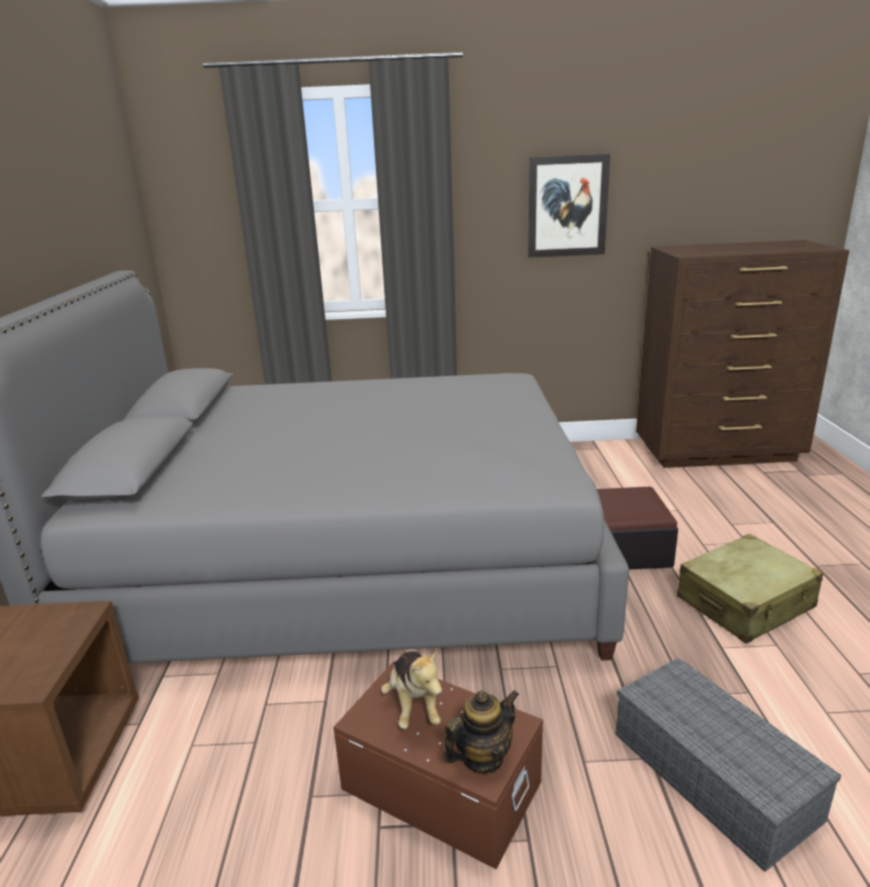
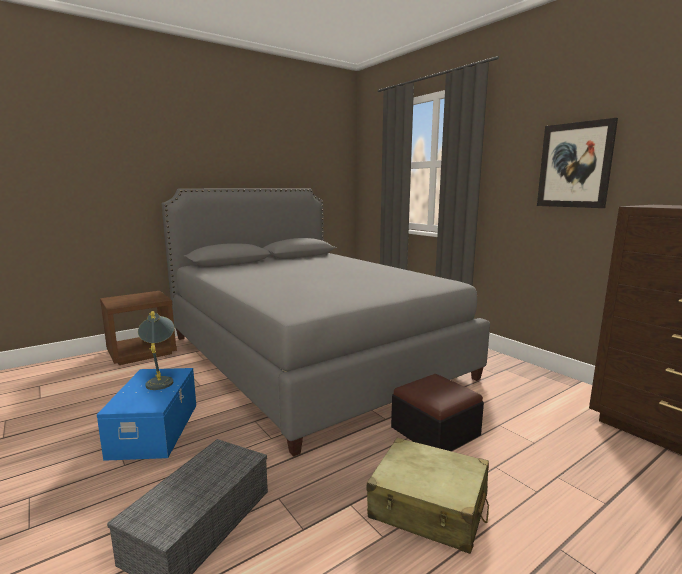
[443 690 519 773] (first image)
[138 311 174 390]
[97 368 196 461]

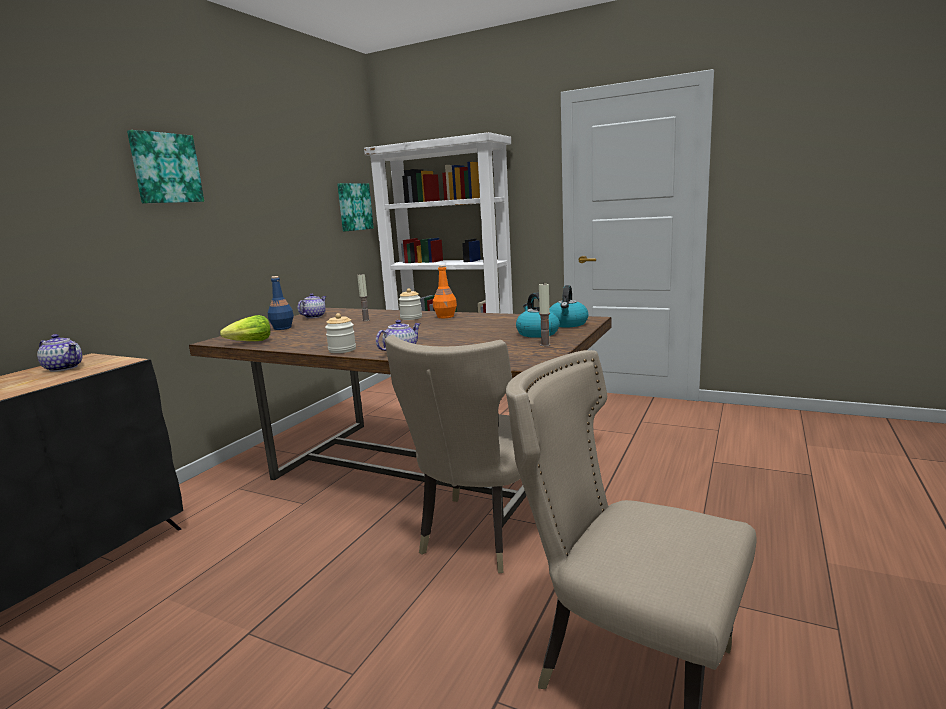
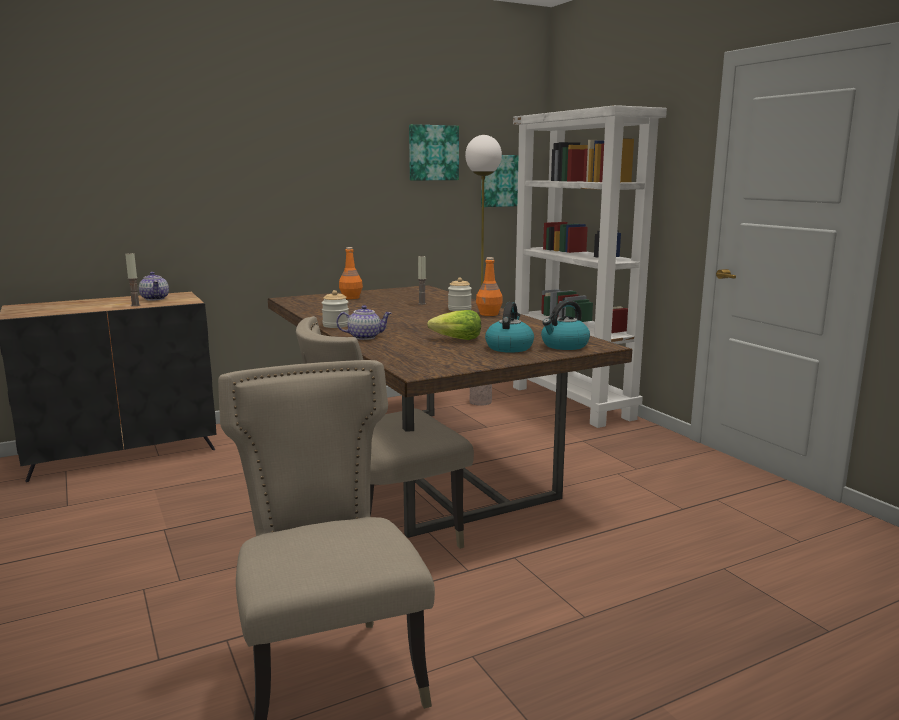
[298 293 326 318] (first image)
[465 135 502 406]
[409 124 459 181]
[427 310 481 340]
[125 253 140 306]
[339 247 363 299]

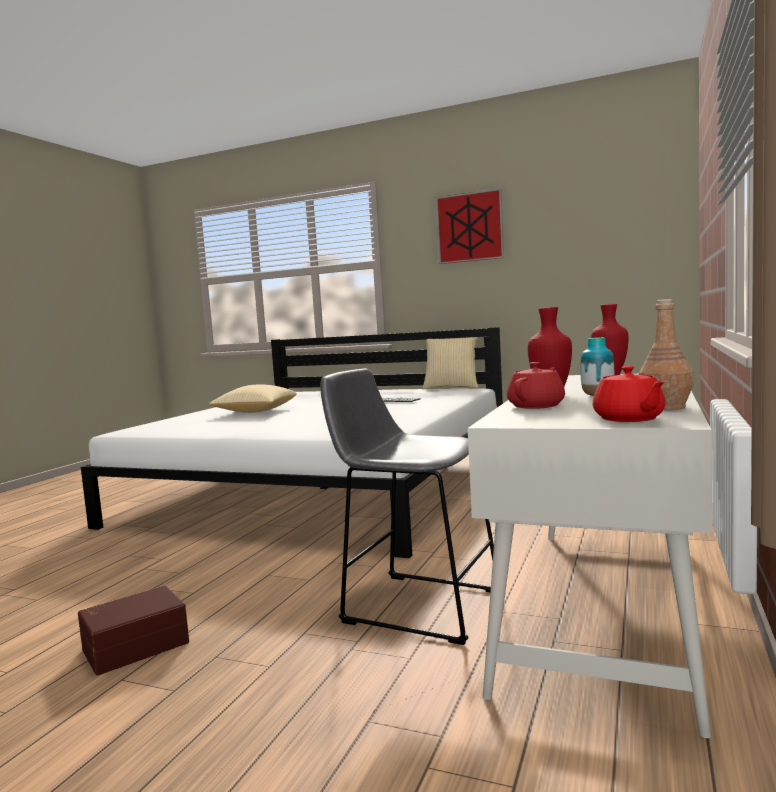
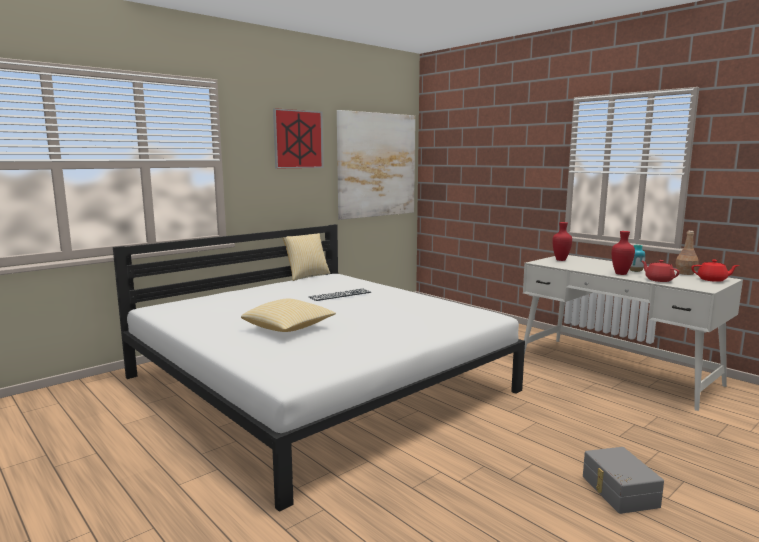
[320 368 494 645] (first image)
[337 110 415 220]
[583 447 664 514]

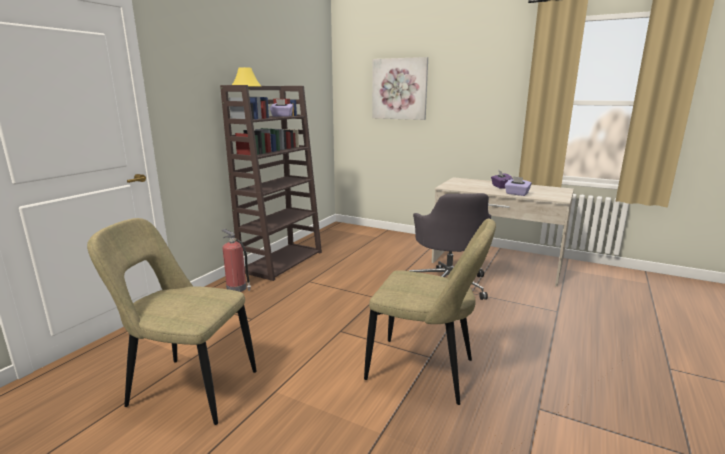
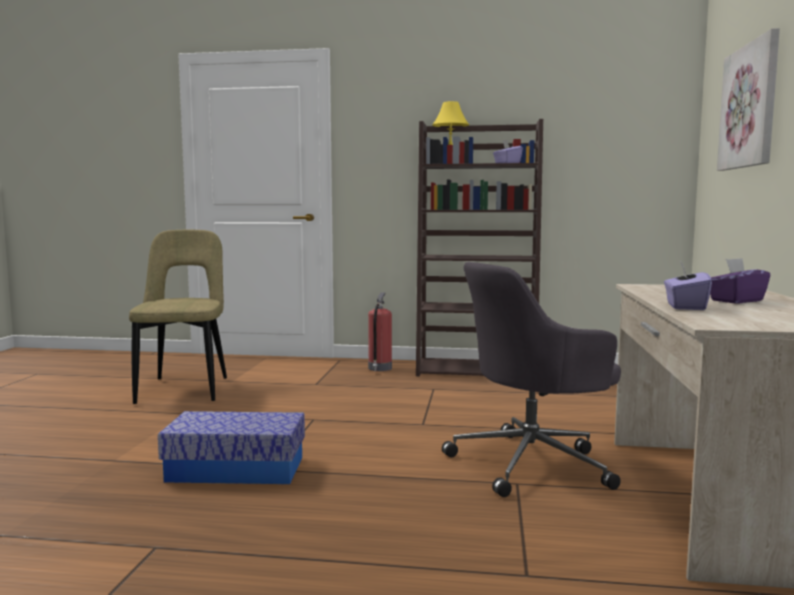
[158 411 305 484]

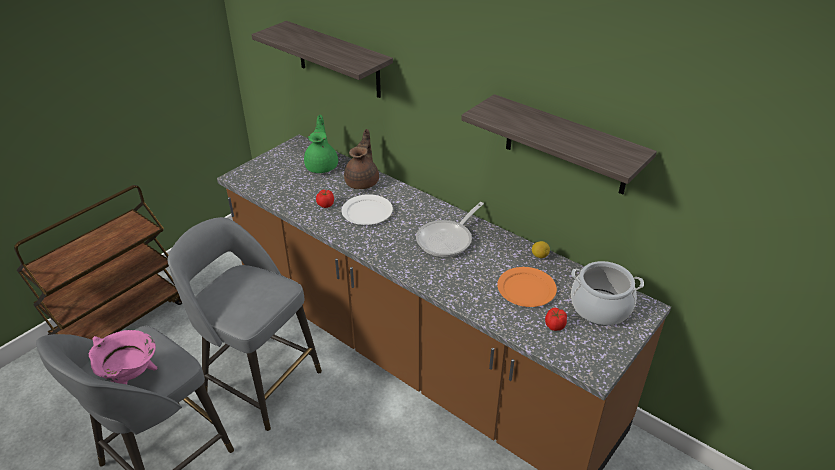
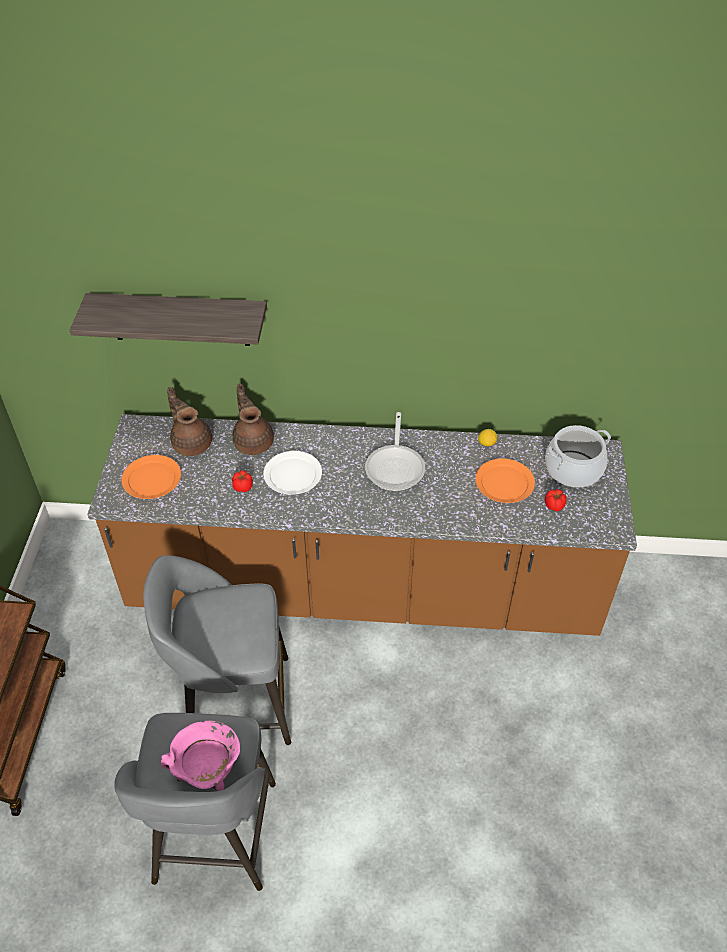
[461 94 657 194] (first image)
[122 455 181 499]
[167 387 212 456]

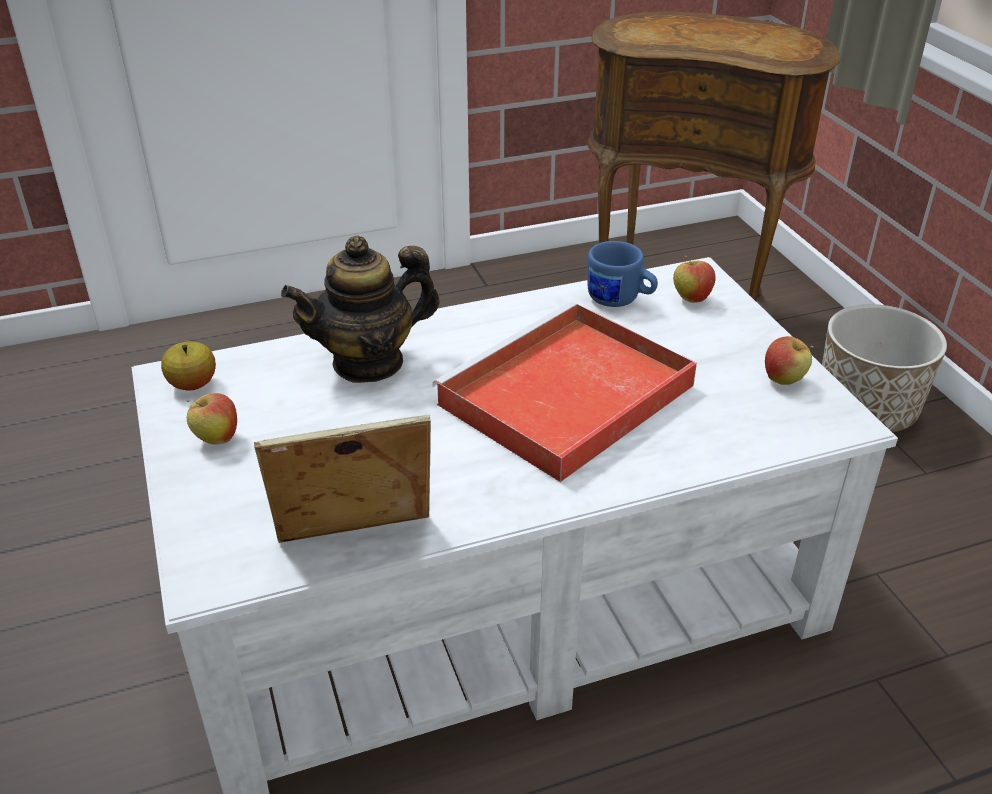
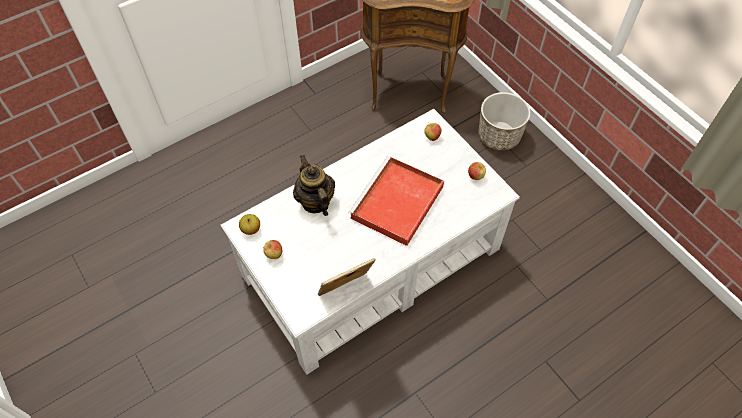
[587 241 658 307] (first image)
[293 155 335 216]

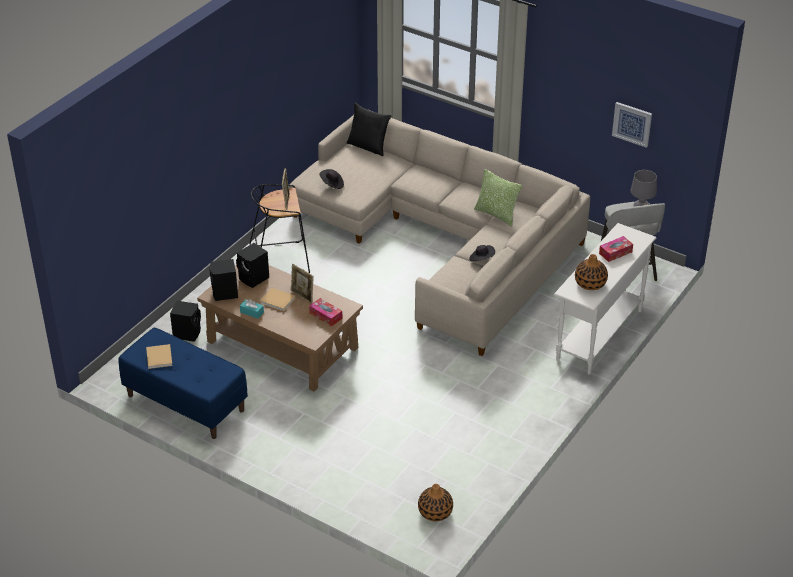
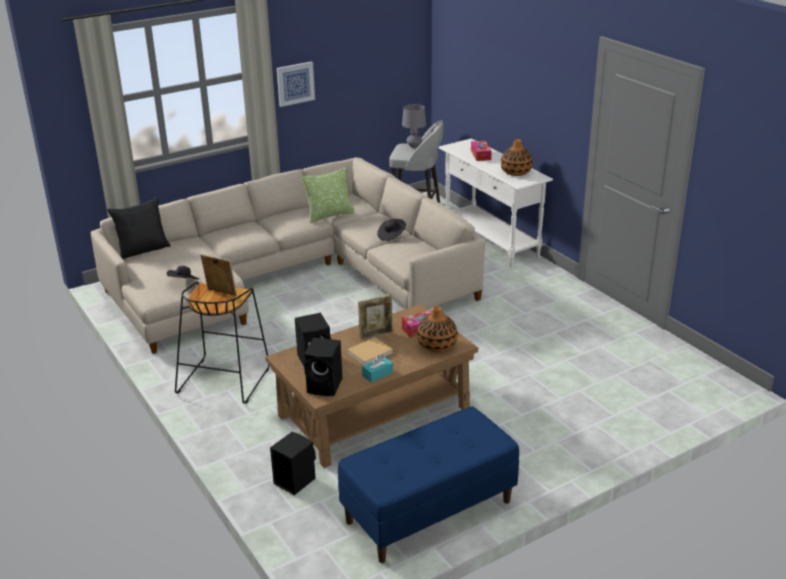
[146 344 173 369] (first image)
[417 306 458 352]
[277 61 315 107]

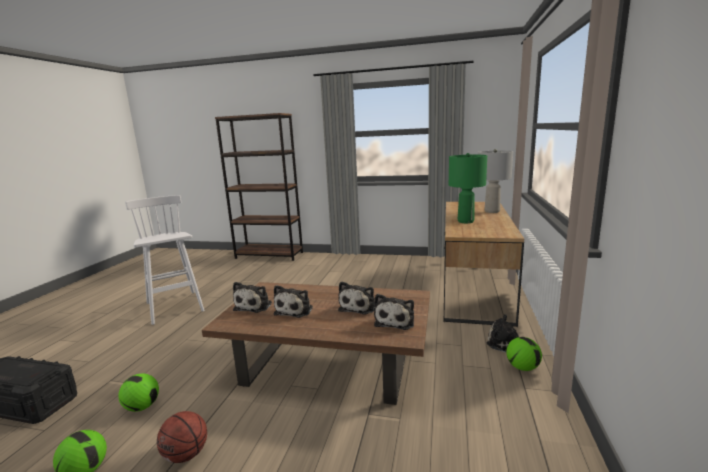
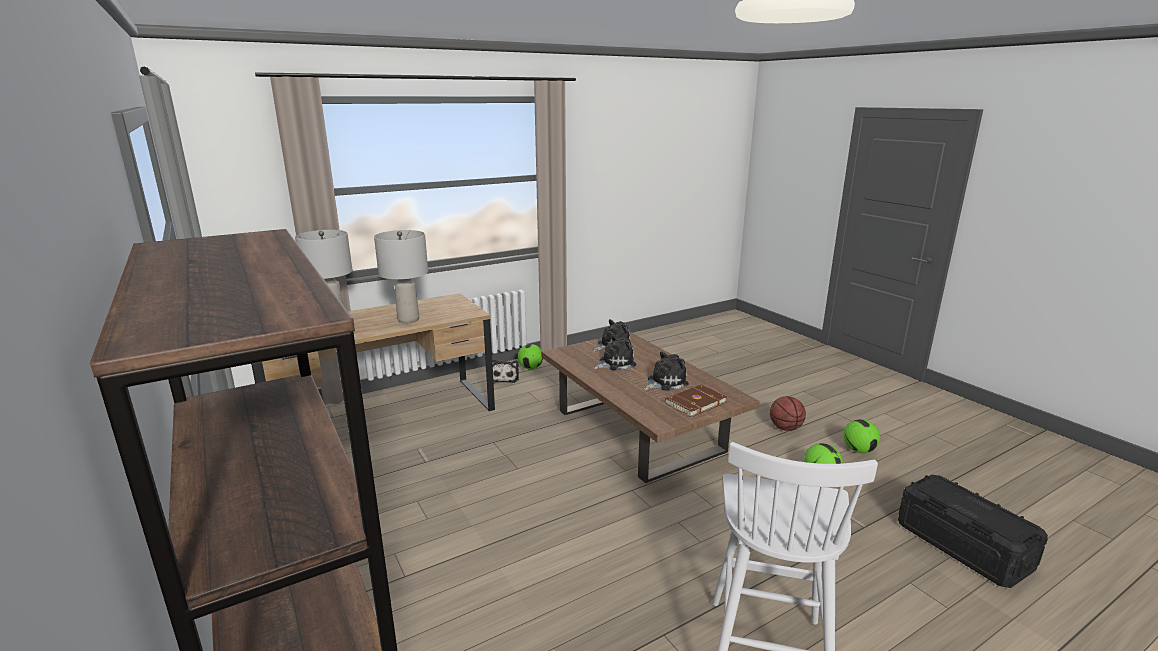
[665 384 727 417]
[374 230 428 323]

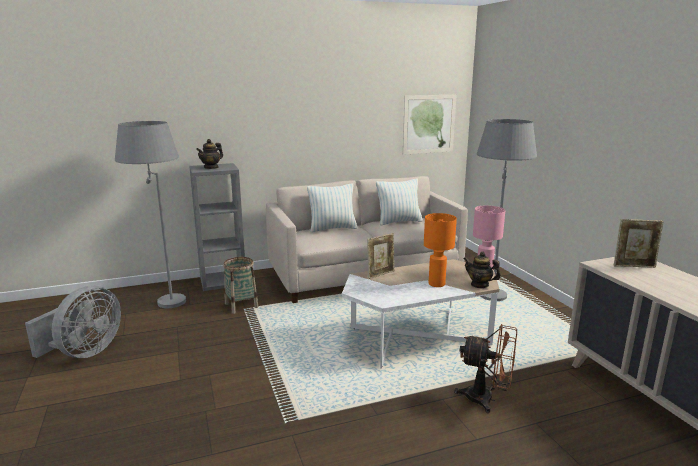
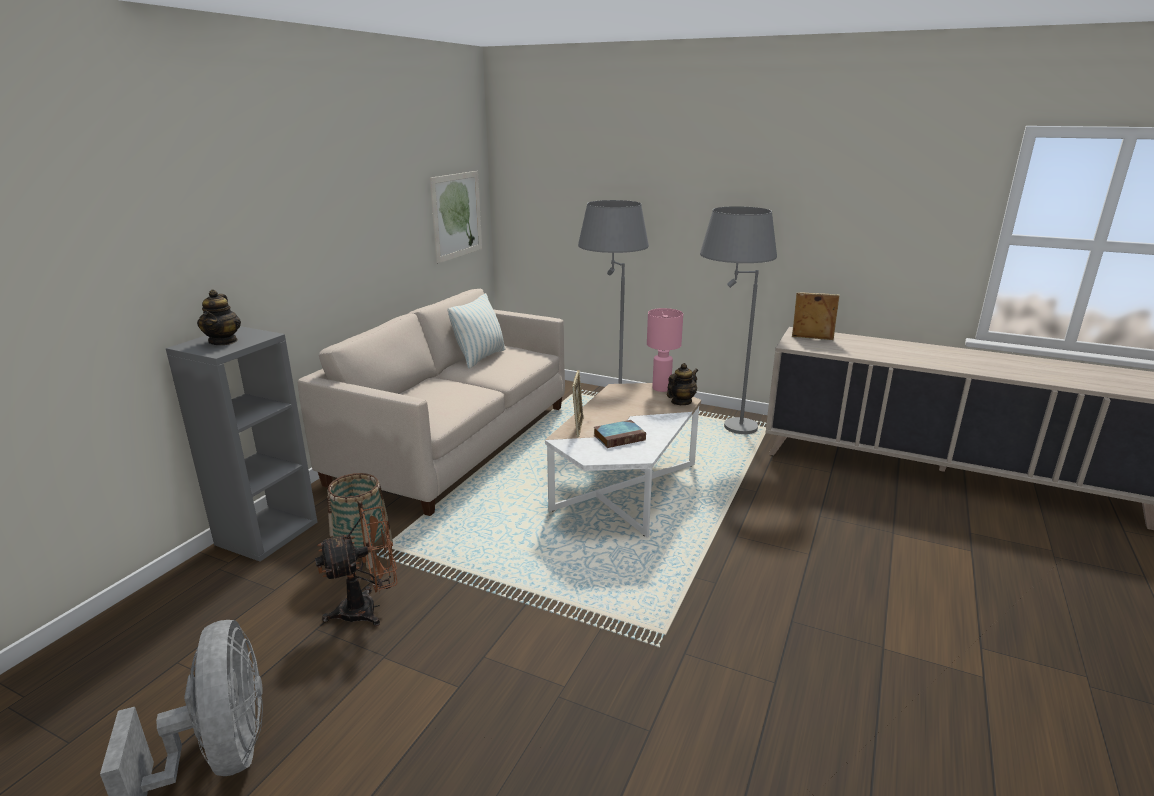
[307 183 357 232] (first image)
[424 213 457 287] (first image)
[594 420 646 448]
[700 206 777 434]
[315 506 397 626]
[667 363 698 405]
[792 292 840 340]

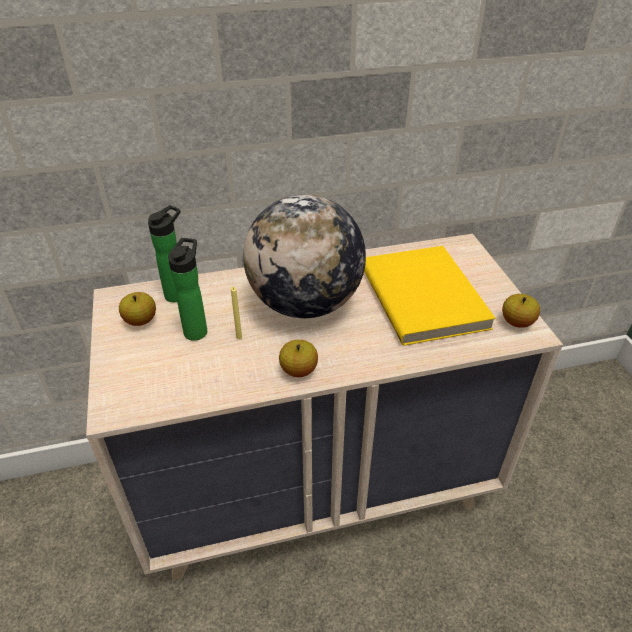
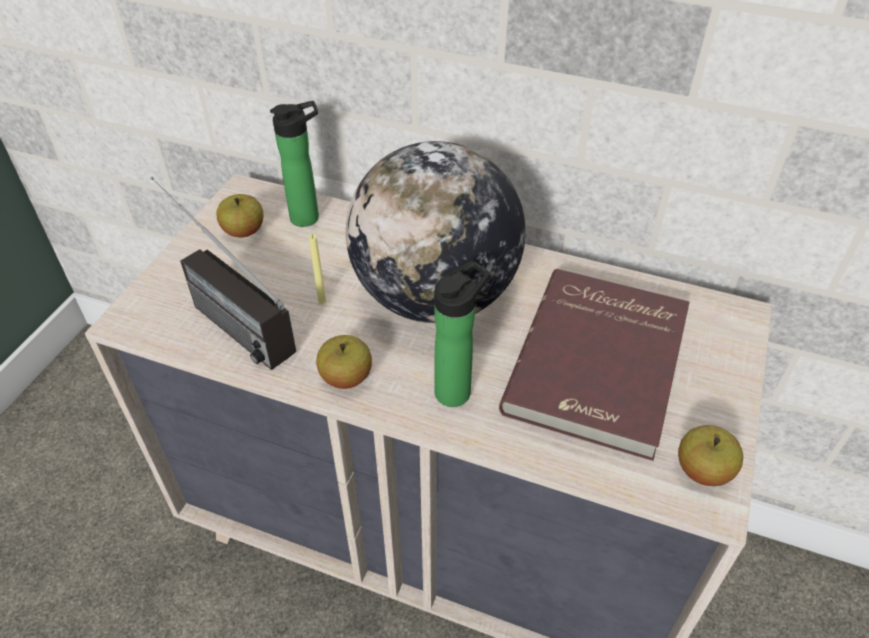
[150 177 296 370]
[434 261 490 407]
[499 269 689 461]

